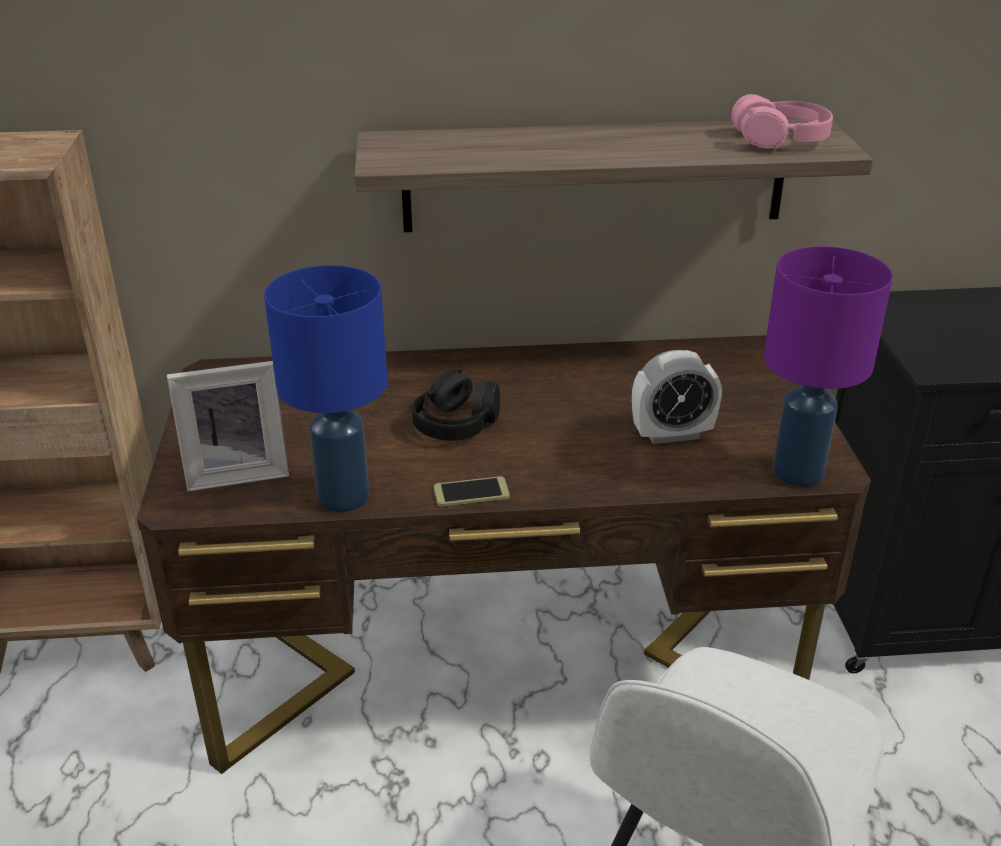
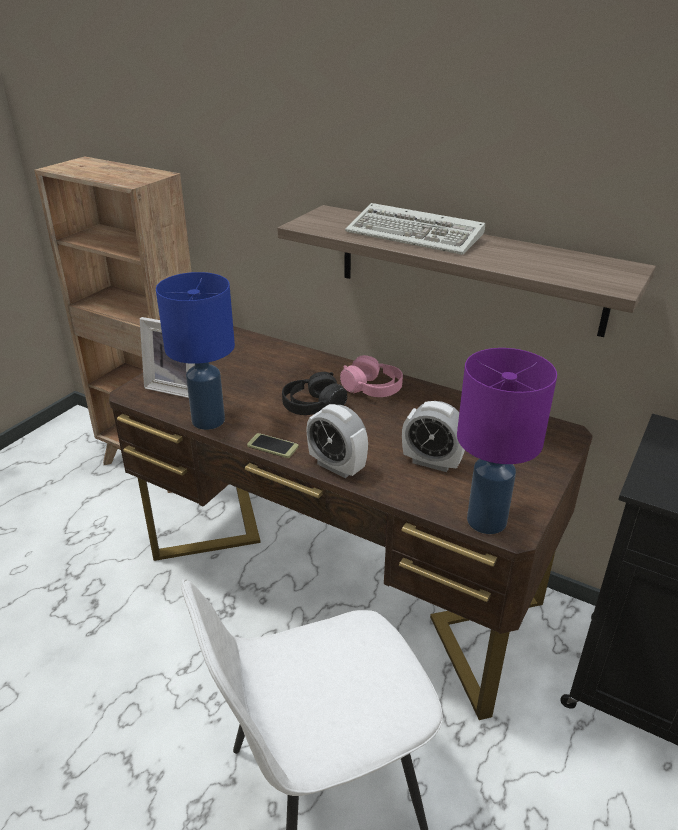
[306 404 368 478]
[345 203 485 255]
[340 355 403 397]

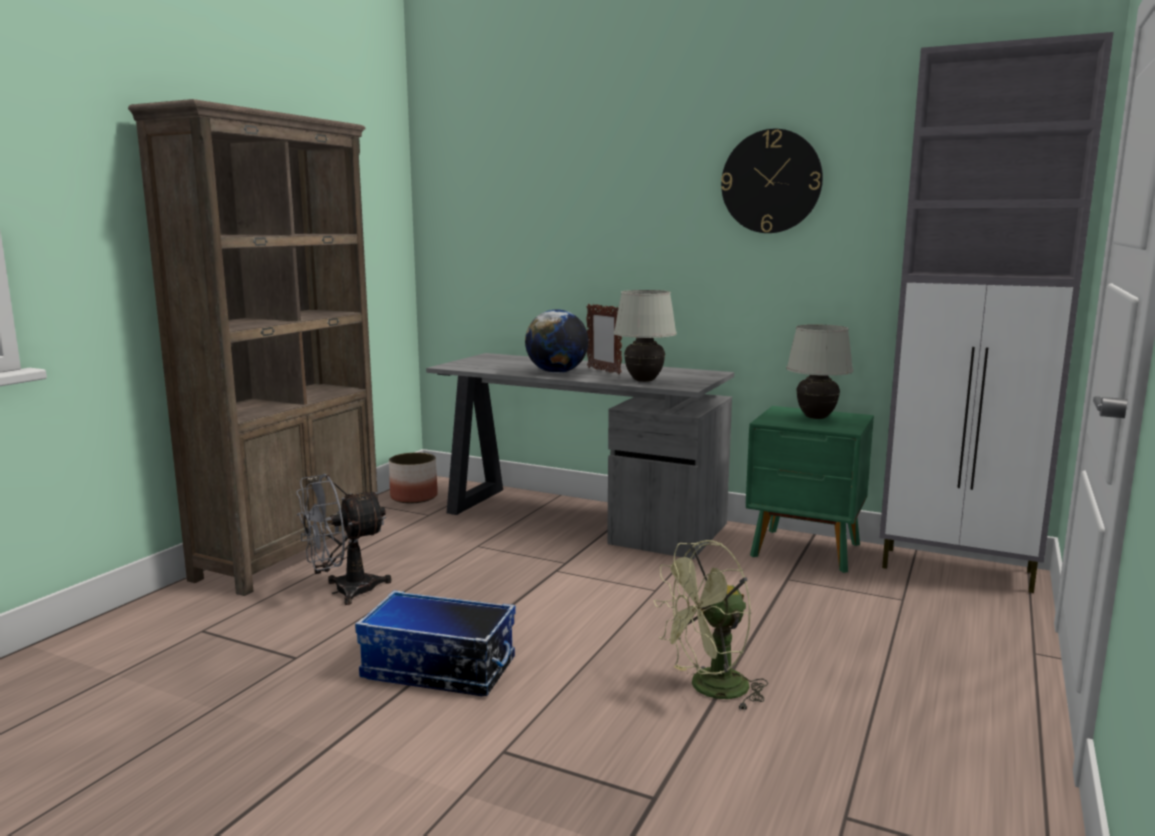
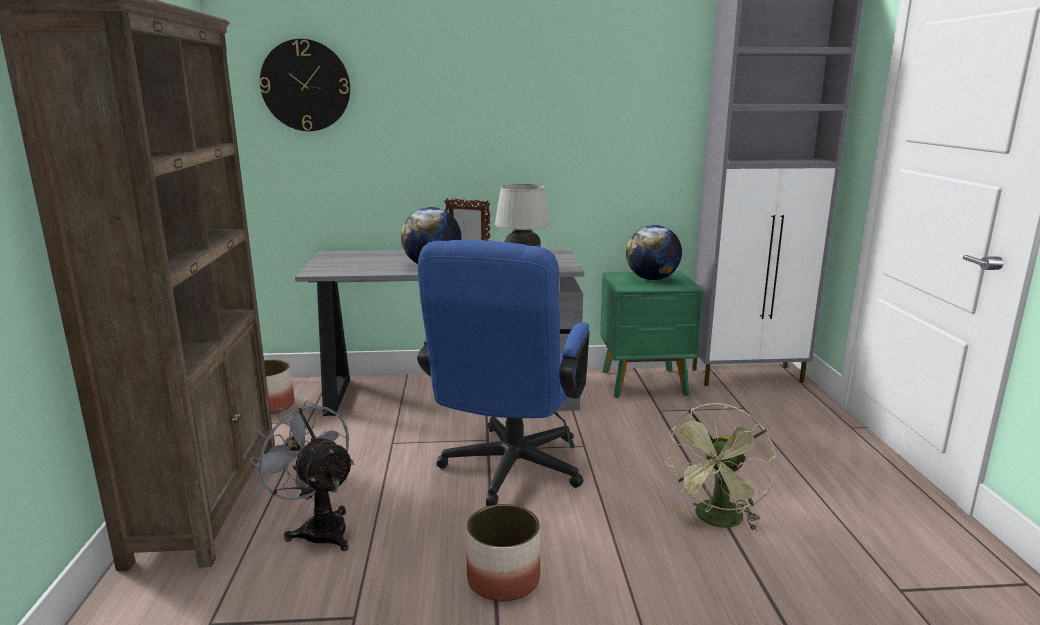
[417 240 590 506]
[260 39 350 131]
[466 504 540 601]
[626 225 682 280]
[249 400 354 551]

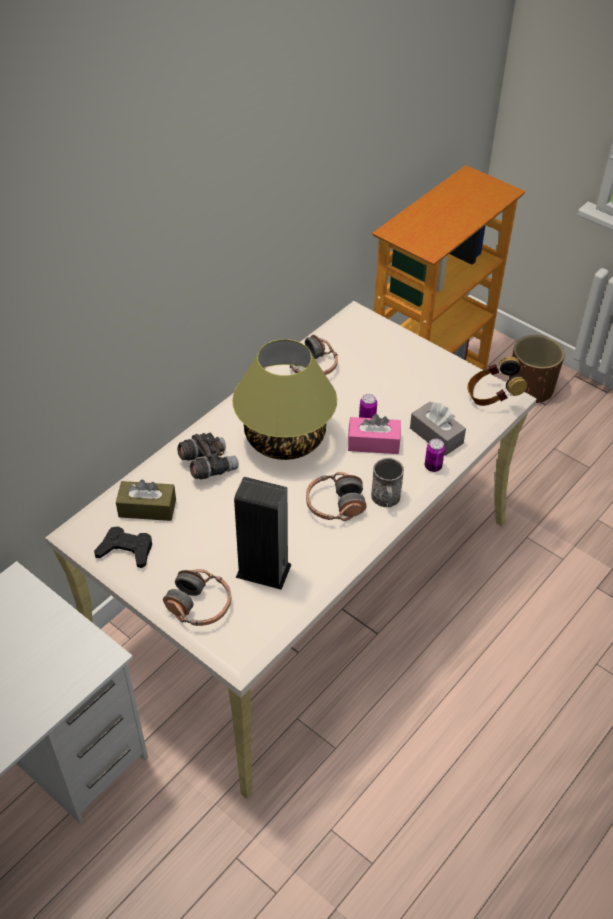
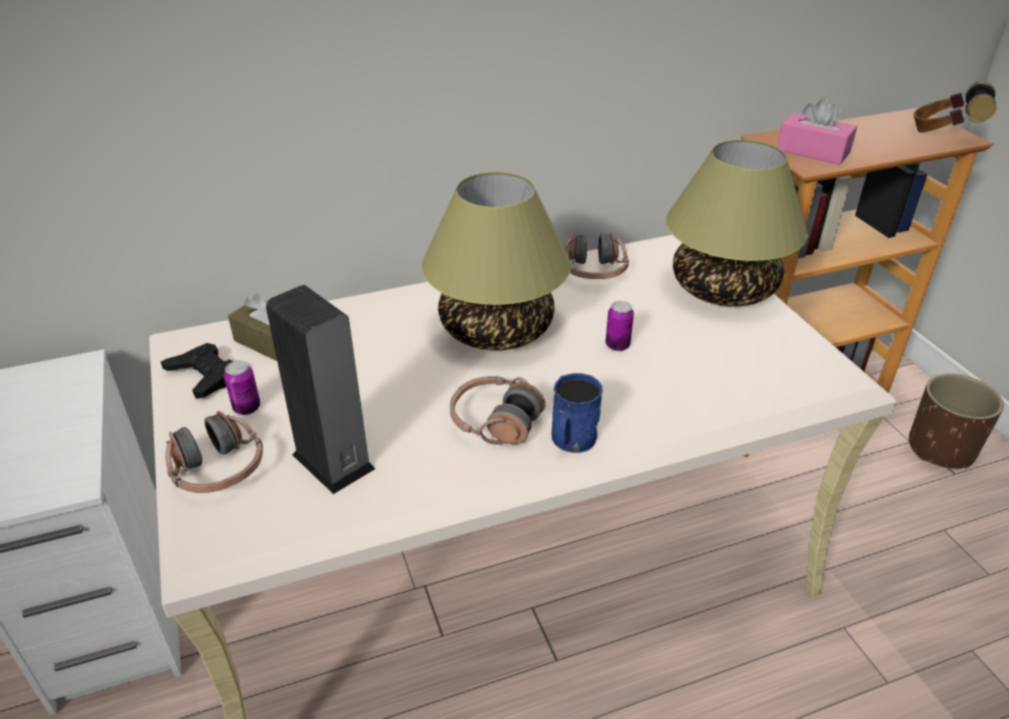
[177 432 239 479] (first image)
[410 402 466 456] (first image)
[665 139 808 306]
[777 98 857 165]
[224 360 260 415]
[913 82 997 133]
[552 373 603 453]

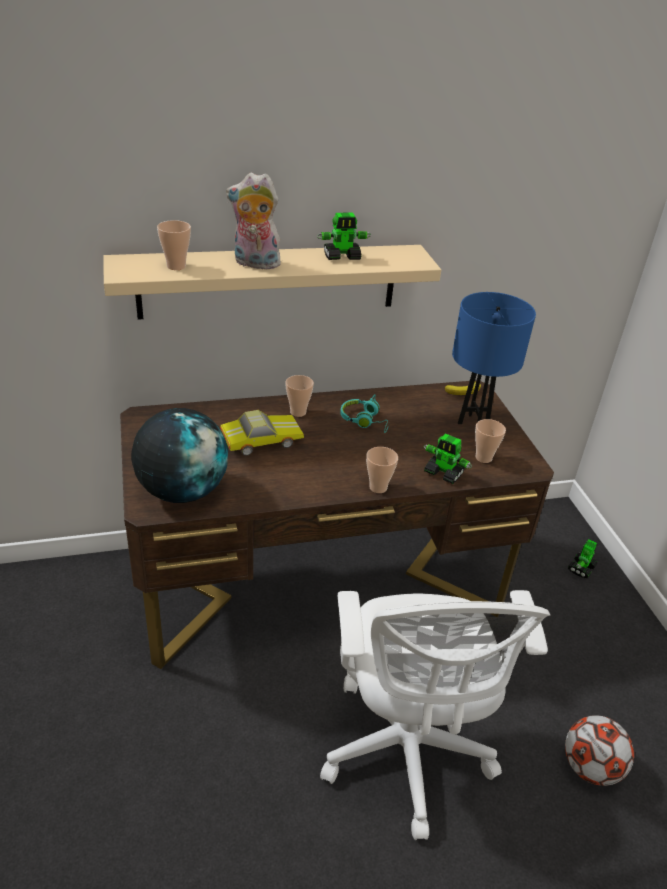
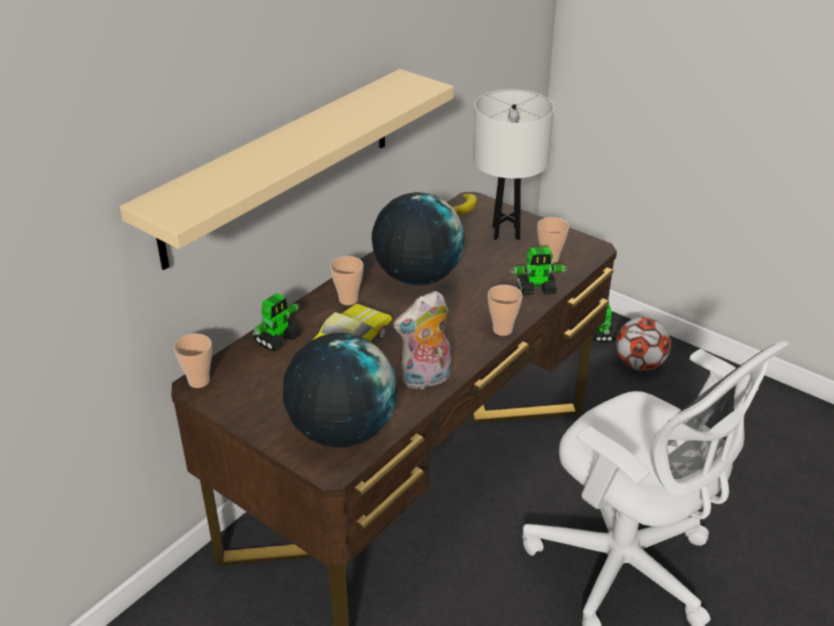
[174 334 212 388]
[393 291 451 390]
[253 293 302 351]
[616 317 671 371]
[372 192 465 286]
[473 89 554 240]

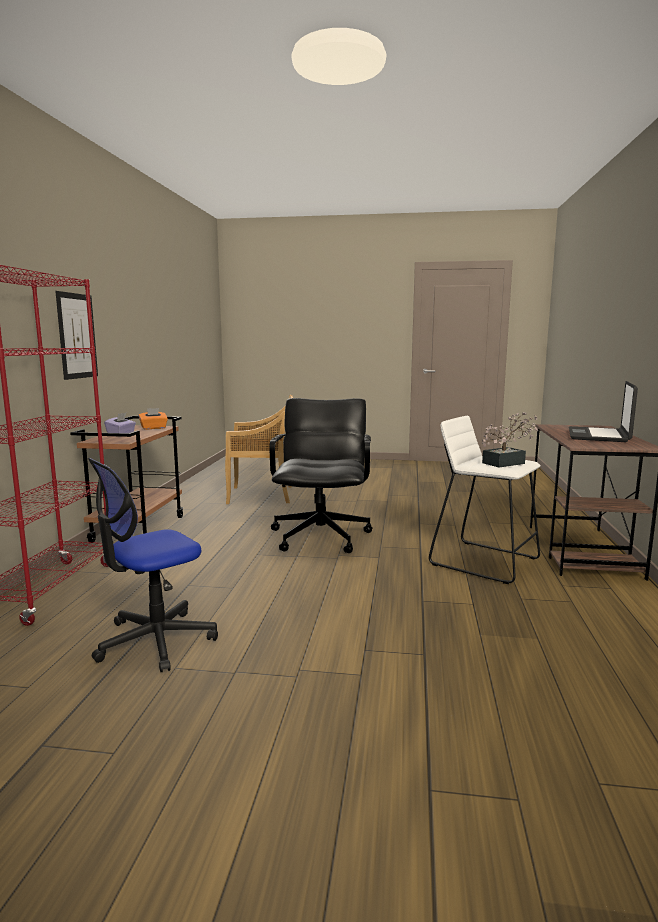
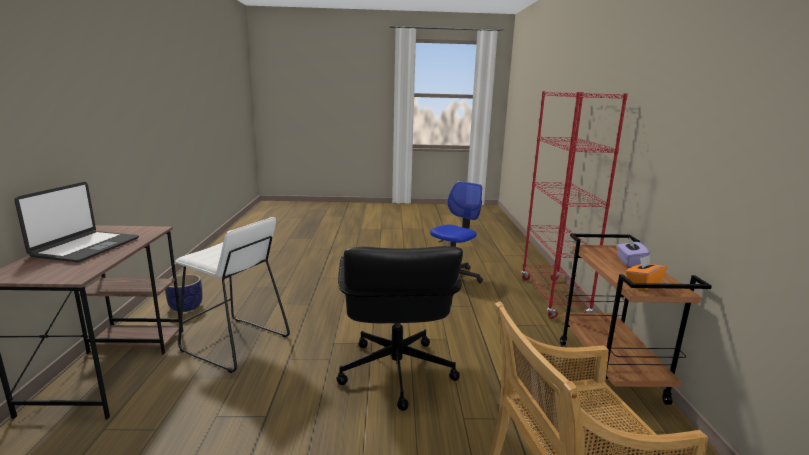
[55 291 98 380] (first image)
[482 412 538 468] (first image)
[165 274 203 312]

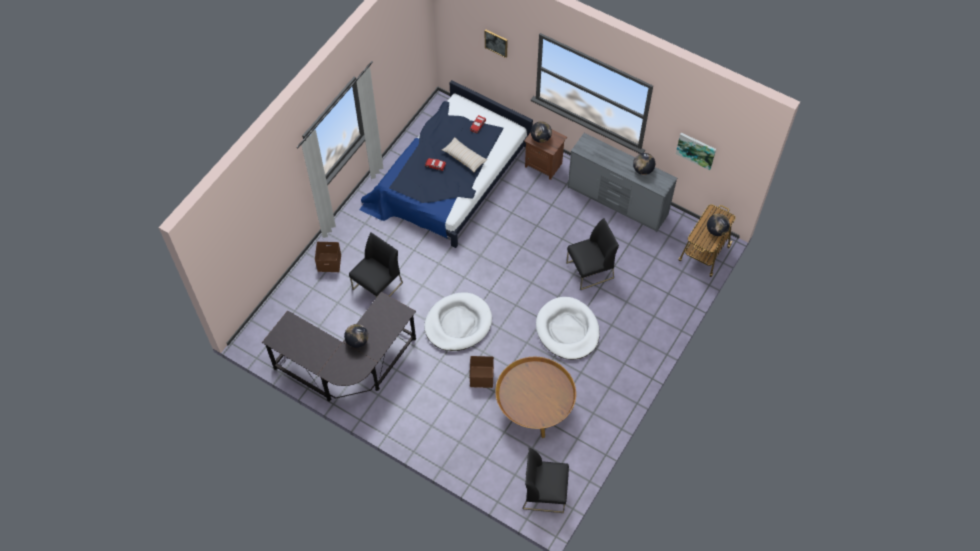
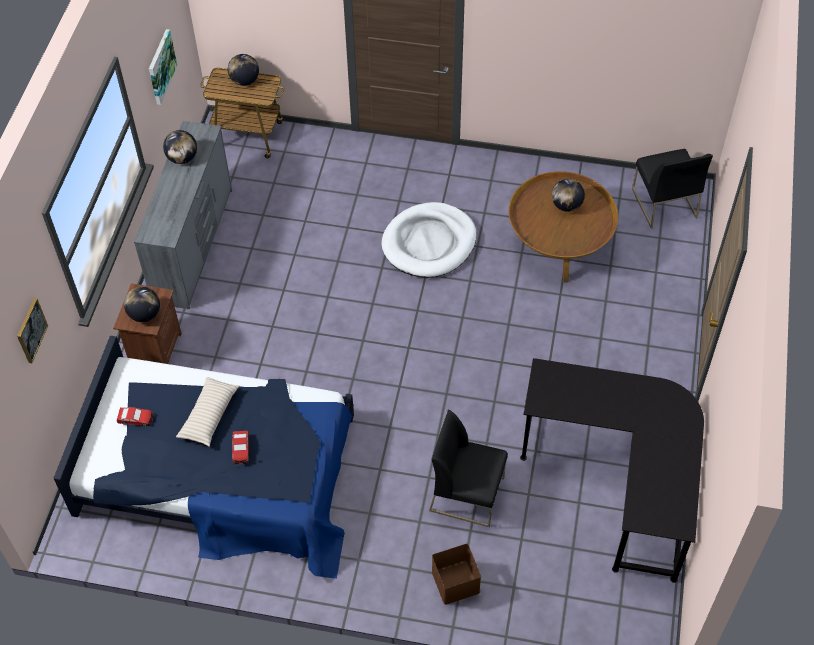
[424 292 492 351] (first image)
[470 356 494 388] (first image)
[566 218 619 291] (first image)
[552 179 585 212]

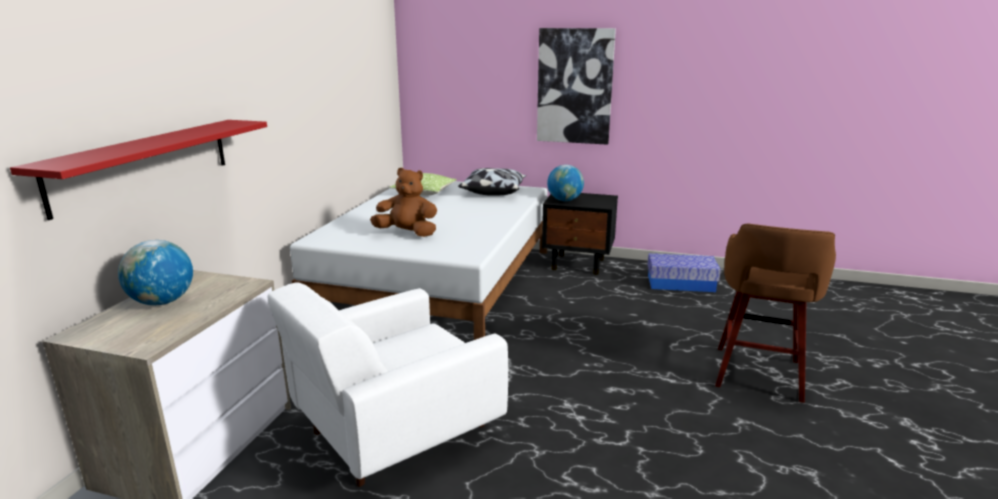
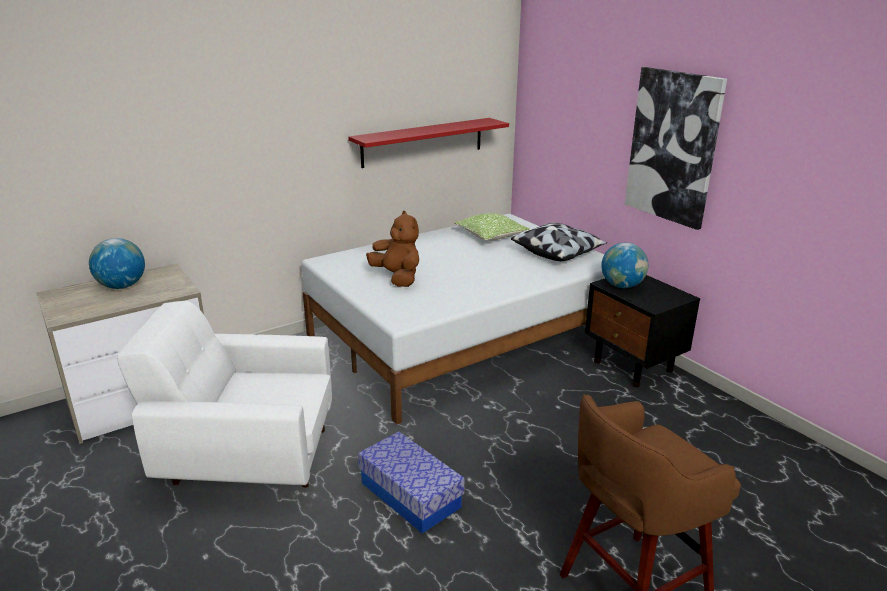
[348 118 509 168]
[358 431 464 533]

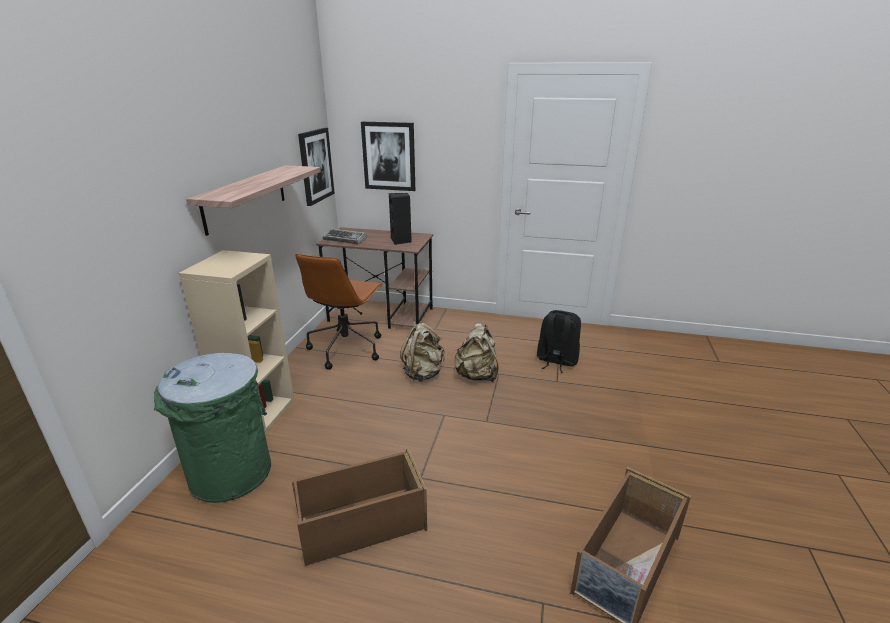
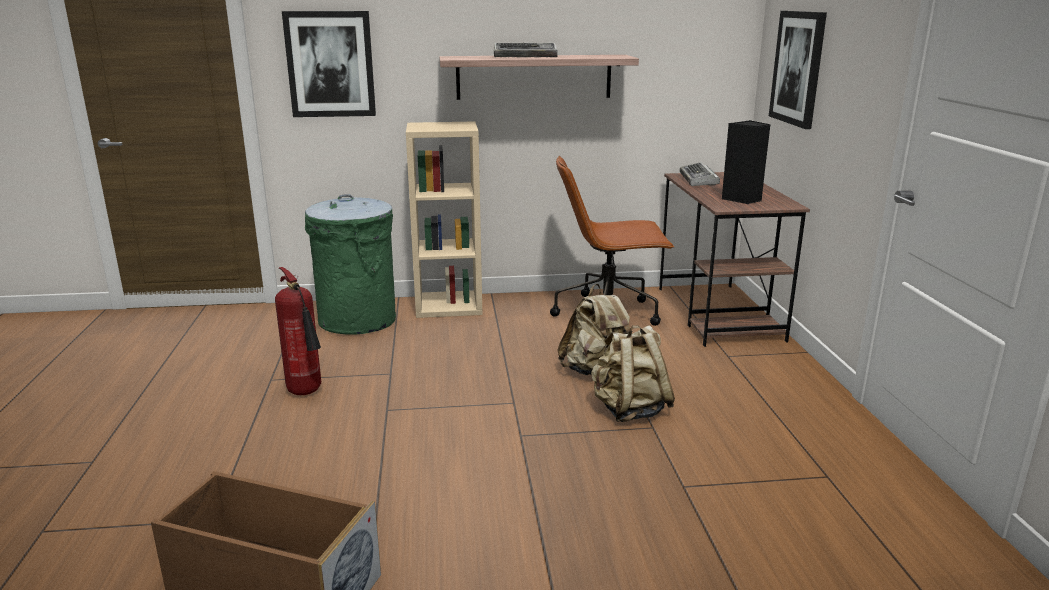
[537 310 581 373] (first image)
[494 43 558 58]
[282 11 376 117]
[275 267 321 395]

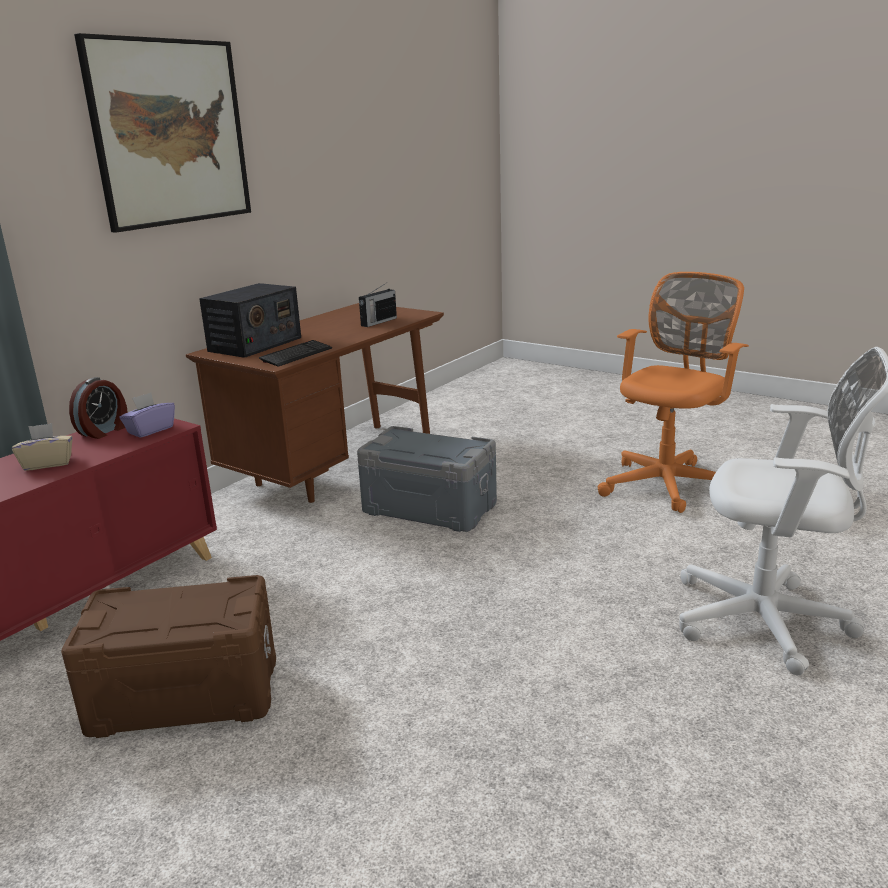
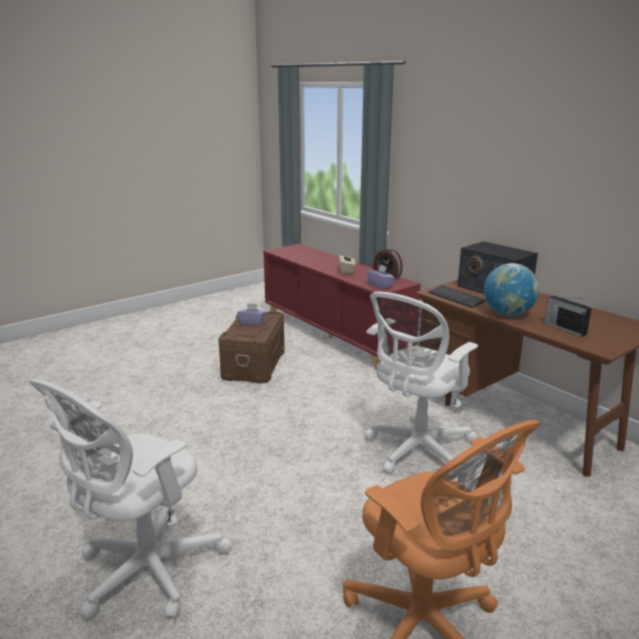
[74 33 251 233] (first image)
[237 303 266 326]
[484 263 539 316]
[365 292 478 475]

